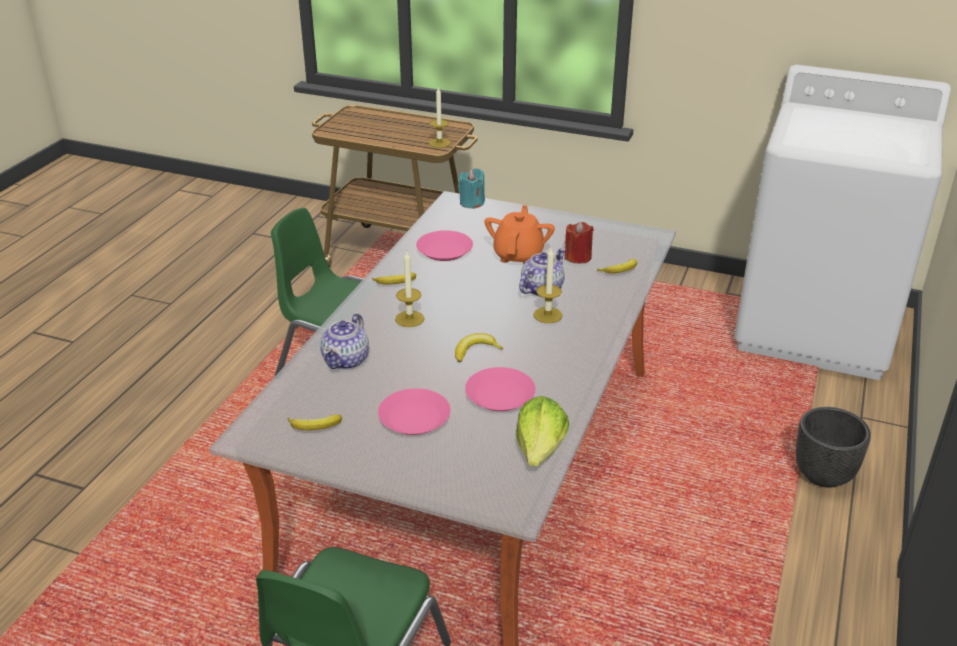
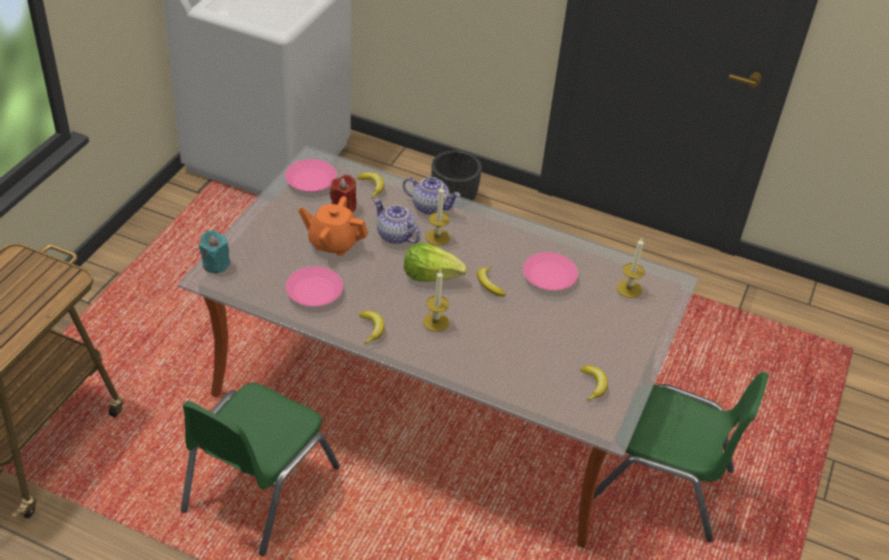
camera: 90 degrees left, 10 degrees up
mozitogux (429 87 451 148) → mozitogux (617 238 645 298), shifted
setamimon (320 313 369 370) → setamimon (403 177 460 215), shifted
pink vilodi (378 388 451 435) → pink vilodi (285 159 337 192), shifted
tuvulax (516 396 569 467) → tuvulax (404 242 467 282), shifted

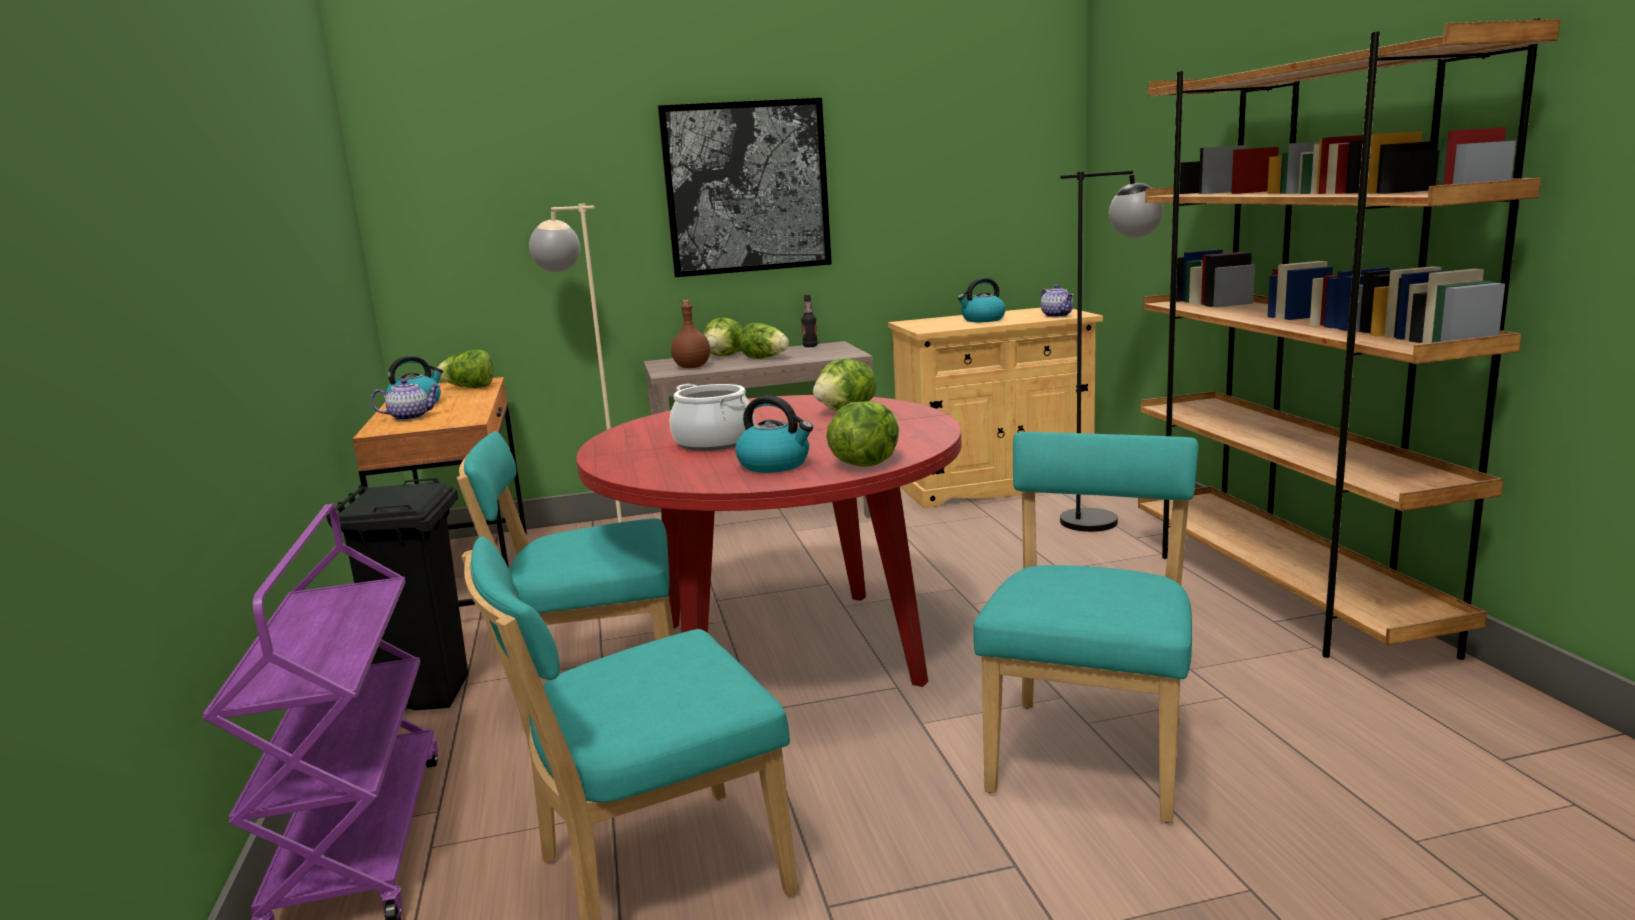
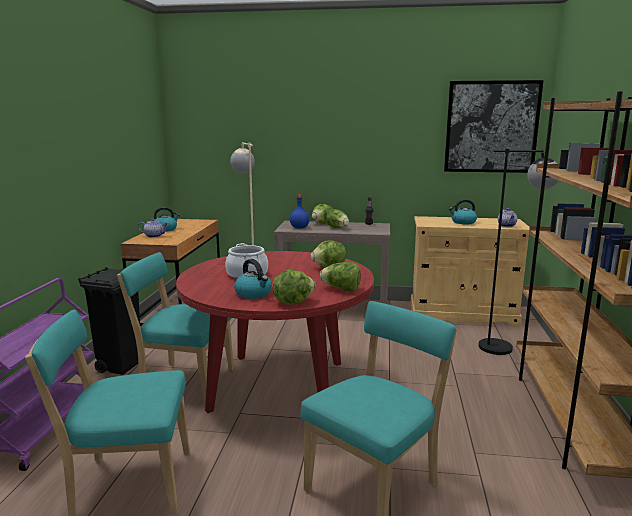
camera: 20 degrees right, 0 degrees up
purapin (658 98 832 277) → purapin (444 80 544 173), shifted
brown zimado (671 300 710 368) → blue zimado (290 194 309 229)
tuvulax (437 350 493 388) → tuvulax (320 262 361 291), shifted

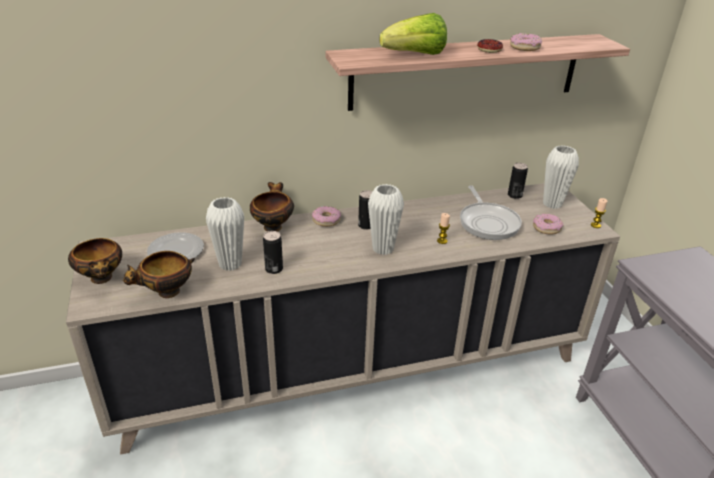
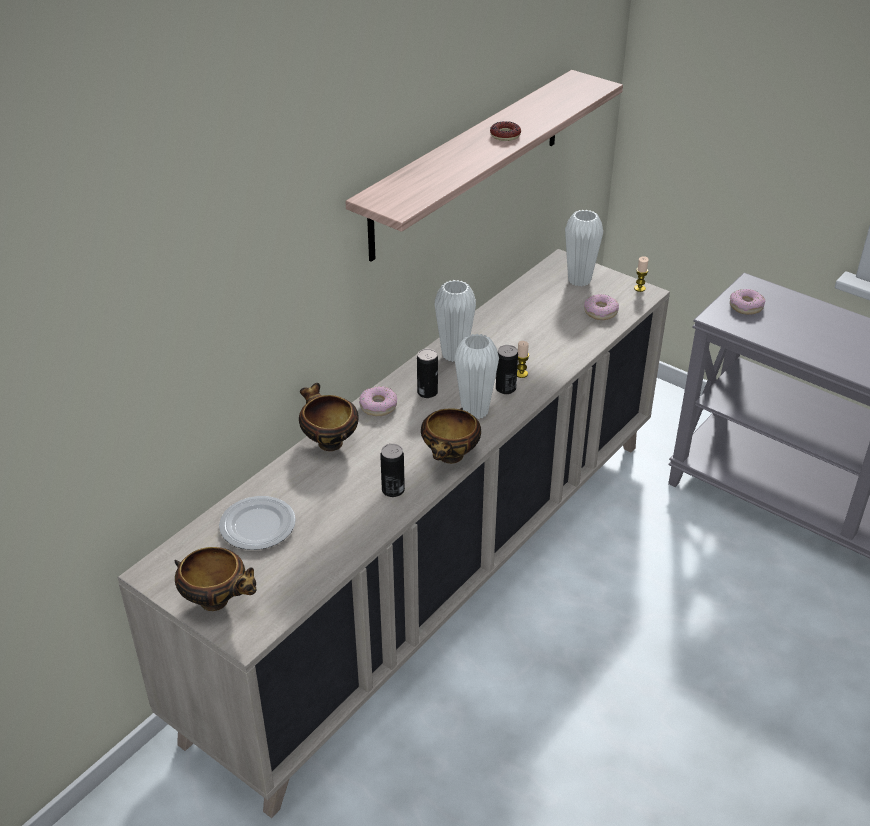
camera: 35 degrees left, 5 degrees up
tuvulax (380 13 447 55) → -
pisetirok (510 33 542 51) → pisetirok (730 289 765 315), shifted
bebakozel (508 163 528 199) → bebakozel (496 345 518 394), shifted
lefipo (460 185 522 240) → -
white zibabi (206 197 244 271) → white zibabi (434 280 476 362), shifted
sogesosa (123 251 195 298) → sogesosa (421 408 481 464), shifted

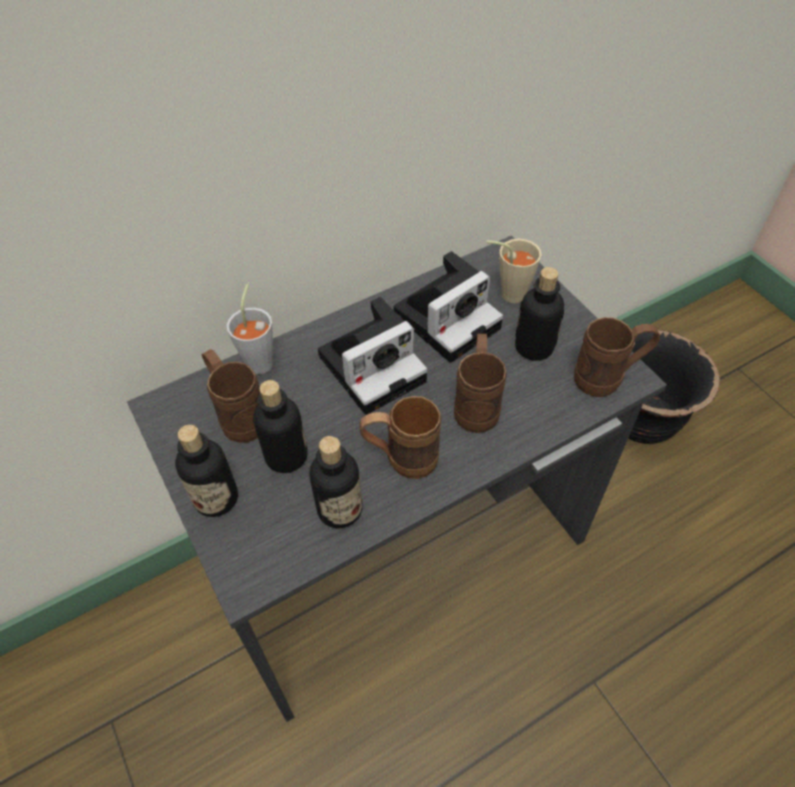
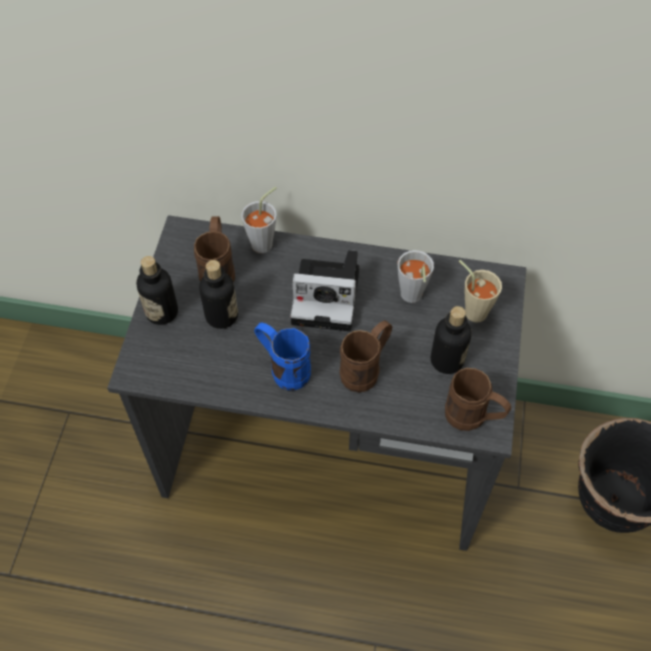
camera: 40 degrees right, 5 degrees up
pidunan (394 251 503 363) → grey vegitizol (398 250 434 303)
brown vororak (359 396 441 479) → blue vororak (254 323 311 390)
zimado (309 436 362 528) → -

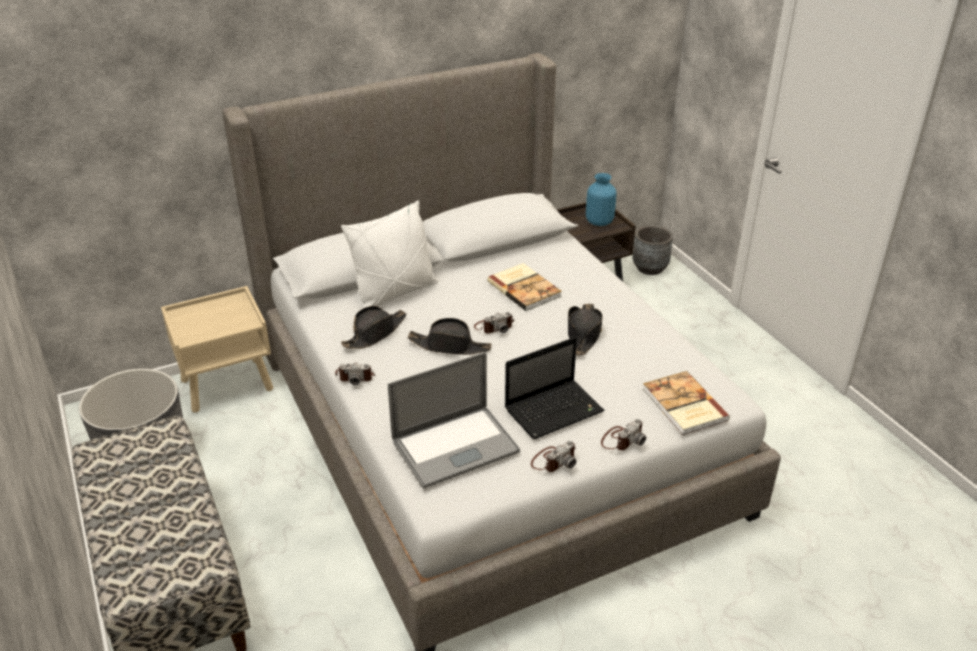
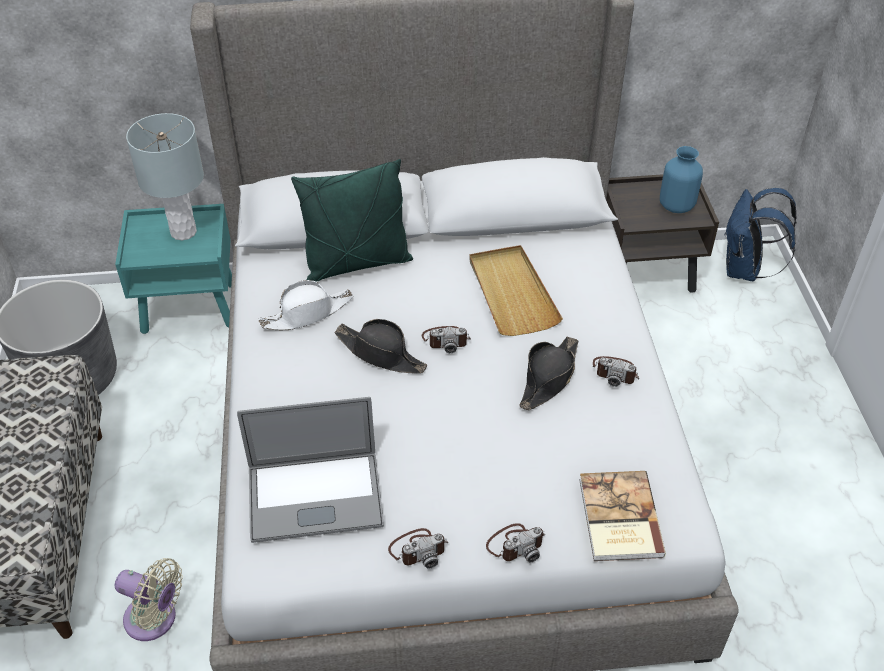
camera: 20 degrees right, 10 degrees up
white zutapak (341 200 438 309) → green zutapak (291 159 413 281)
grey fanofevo (632 225 673 275) → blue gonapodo (724 188 797 281)
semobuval (487 263 562 311) → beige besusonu (469 245 563 336)
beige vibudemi (161 286 273 413) → turquoise vibudemi (115 204 232 334)
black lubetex (341 306 406 349) → white lubetex (259 280 353 330)
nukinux (505 337 604 439) → -
pidunan (335 362 375 385) → pidunan (593 356 639 387), shifted
- → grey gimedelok (126 113 204 240)
- → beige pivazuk (115 558 183 641)

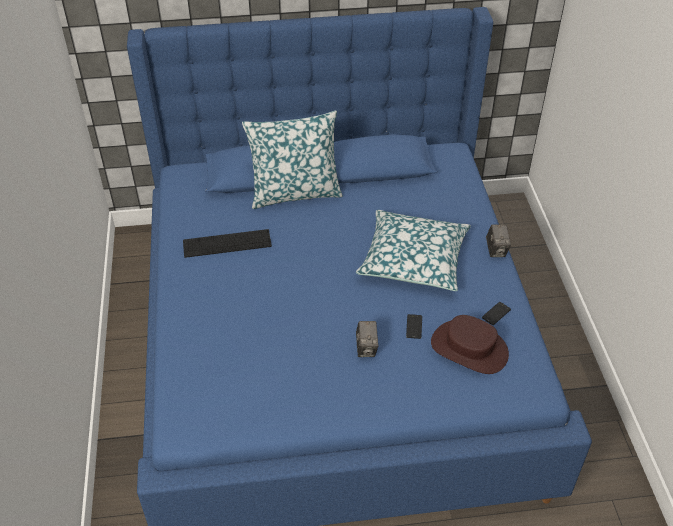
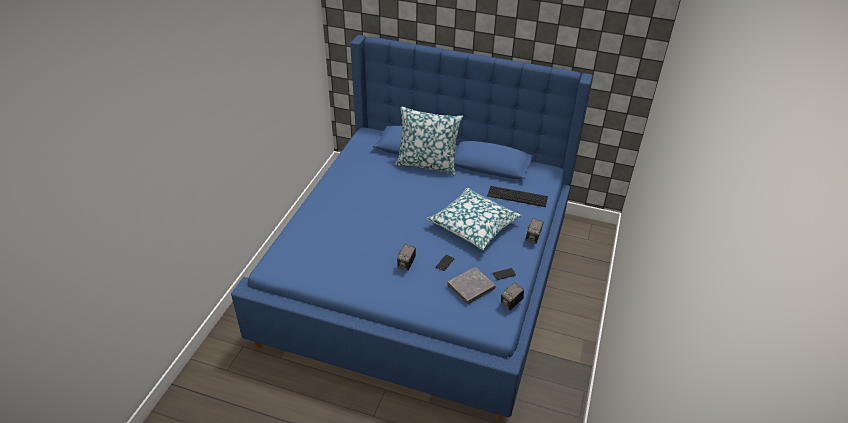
camera: 25 degrees right, 5 degrees down
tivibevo (183 229 272 258) → tivibevo (487 186 548 207), shifted
brown lubetex (431 315 509 374) → grey semobuval (447 267 495 304)
- → pidunan (501 282 524 310)

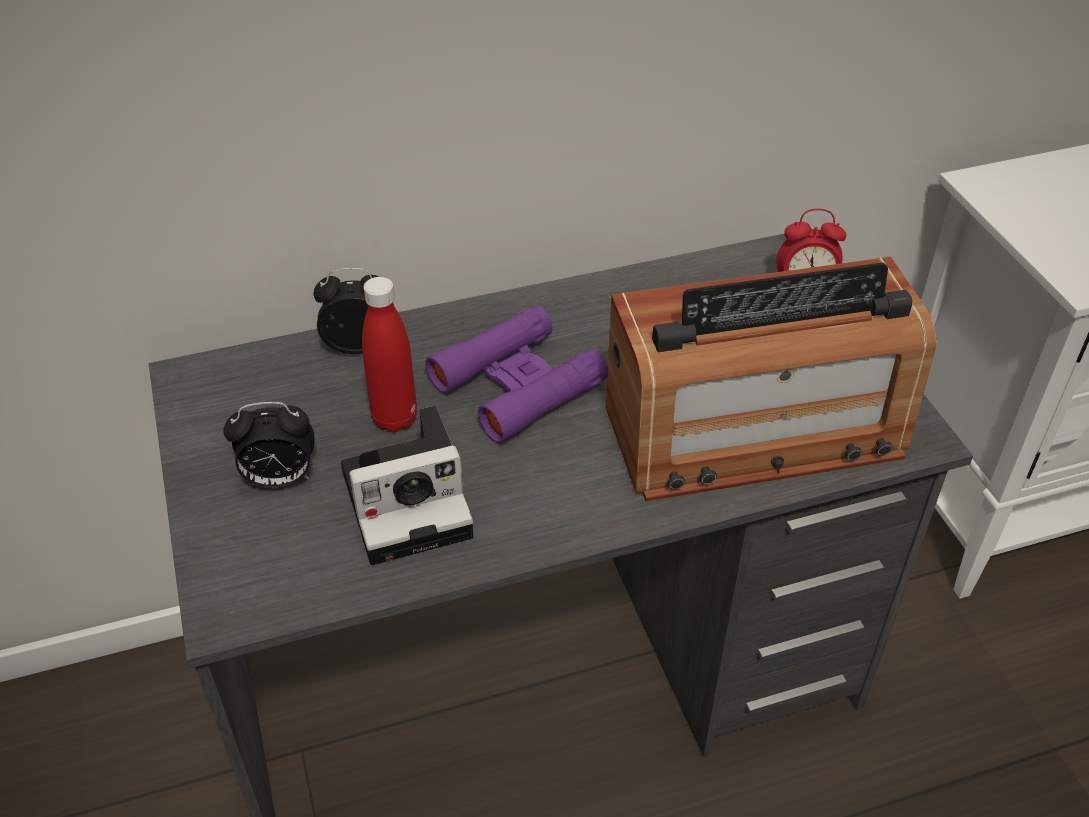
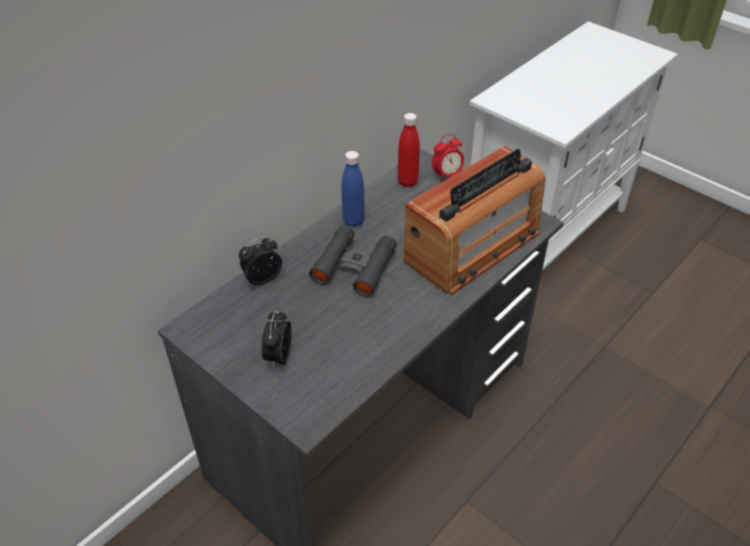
camera: 30 degrees left, 0 degrees up
red zimado (362 277 417 432) → red zimado (398 113 420 187), shifted
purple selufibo (425 305 608 443) → black selufibo (309 225 397 297)
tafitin (223 402 314 488) → tafitin (262 311 291 369), 135 degrees clockwise
pidunan (341 406 473 565) → -
- → blue zimado (341 151 365 227)

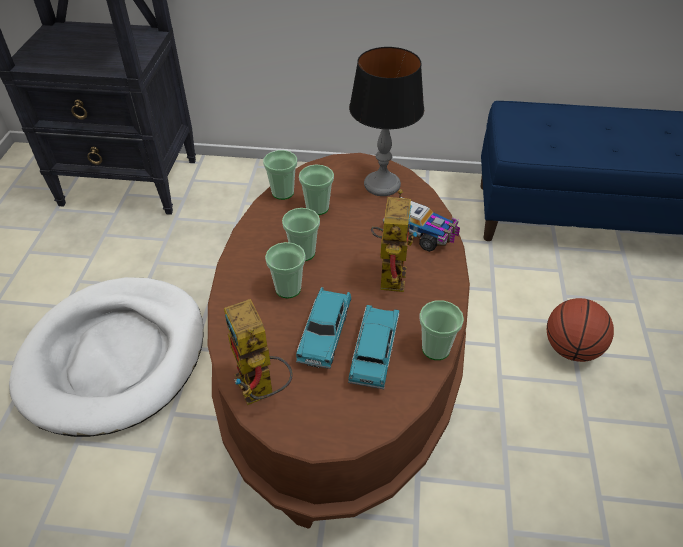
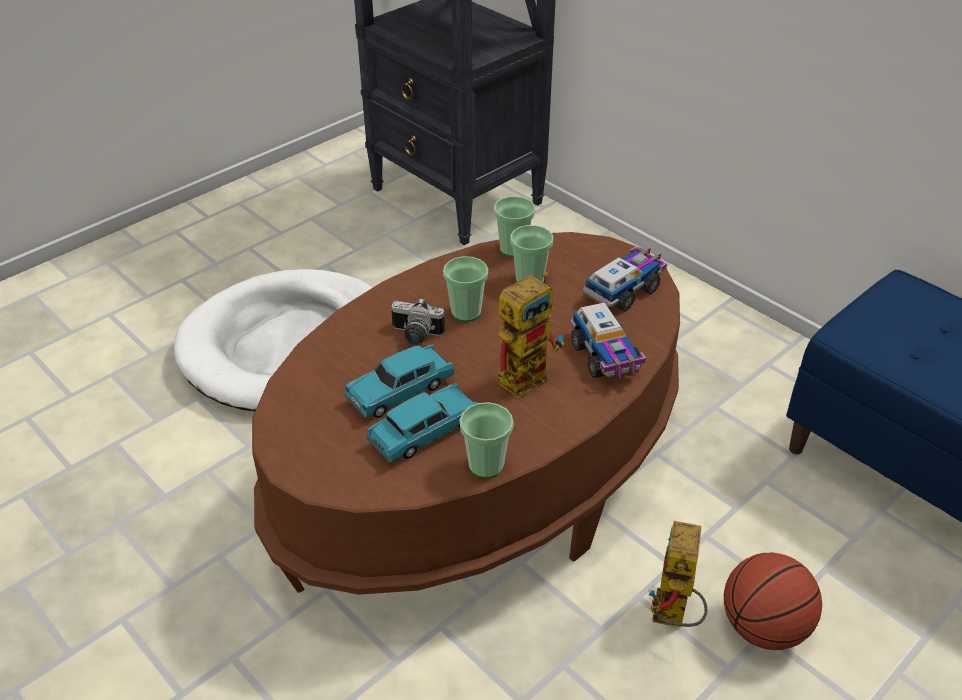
camera: 40 degrees right, 5 degrees down
gimedelok (349 47 424 196) → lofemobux (583 246 667 312)
vegitizol (265 242 306 299) → pidunan (391 298 445 345)
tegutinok (224 299 293 405) → tegutinok (649 521 708 628), shifted

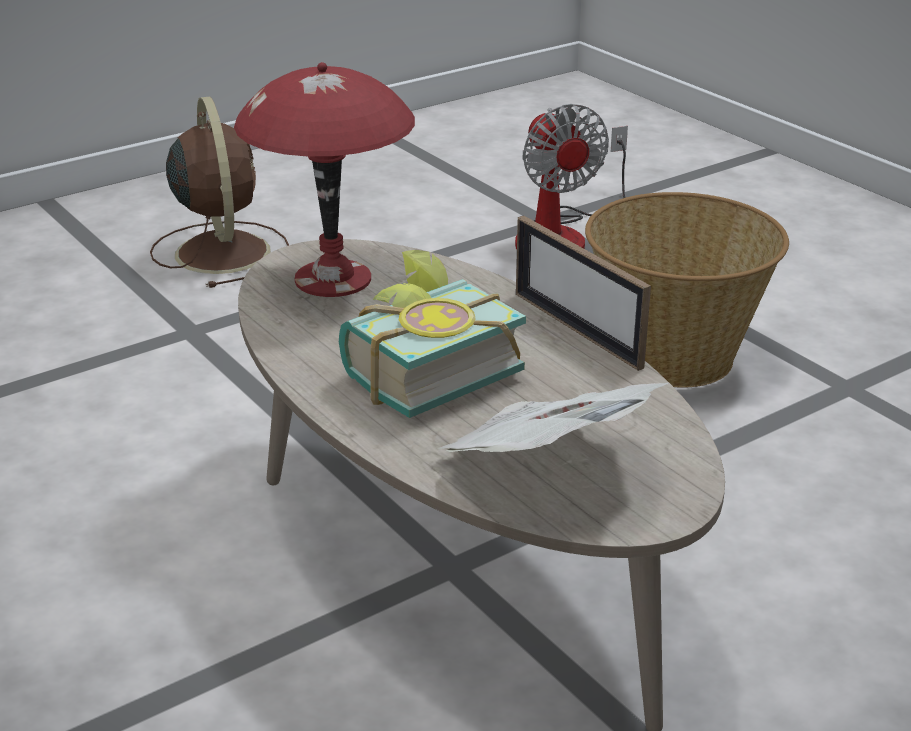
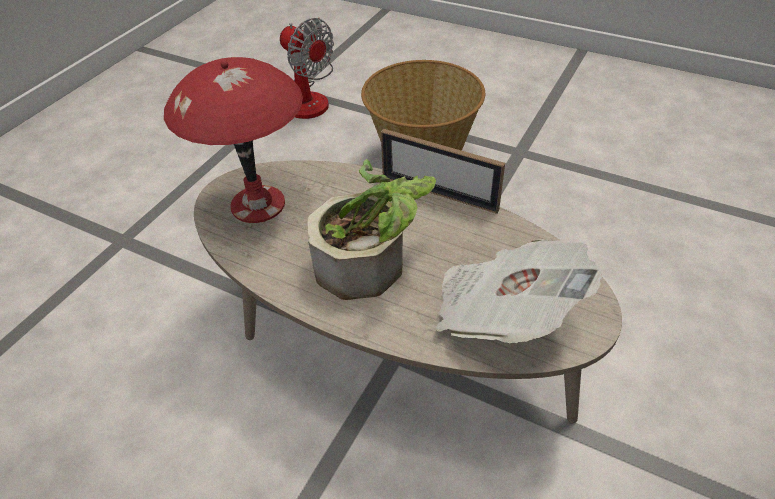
camera: 25 degrees left, 15 degrees up
brown pivazuk (150 96 289 288) → -
semobuval (339 250 526 418) → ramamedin (307 159 436 300)

